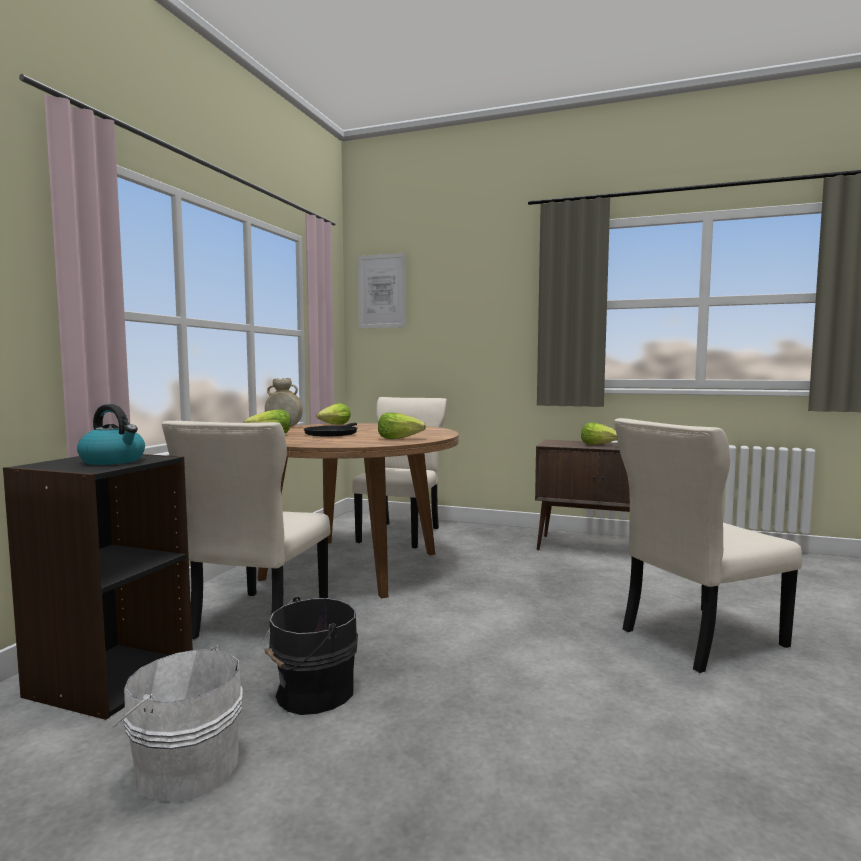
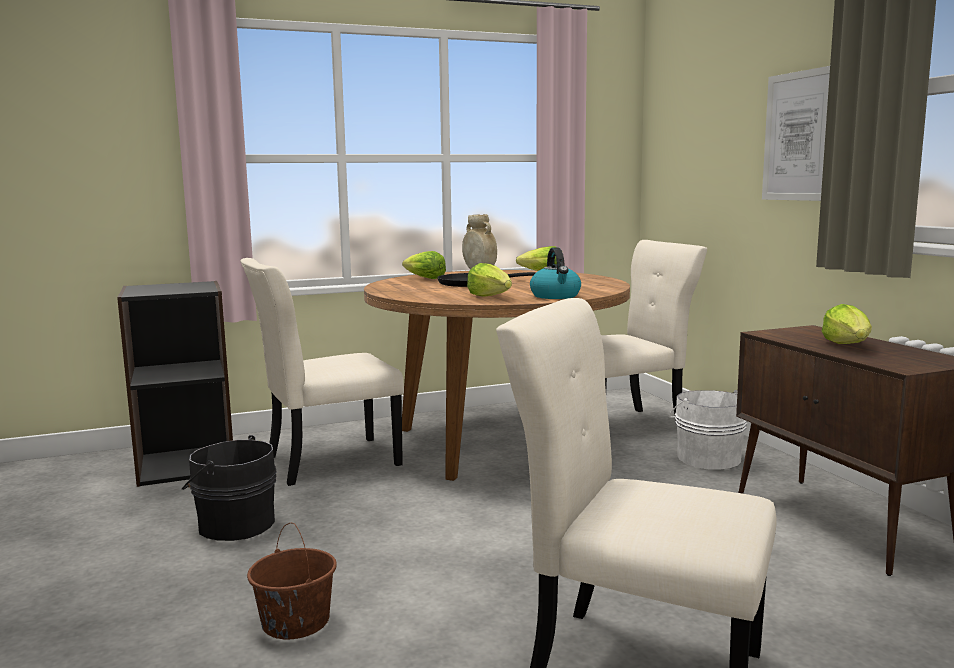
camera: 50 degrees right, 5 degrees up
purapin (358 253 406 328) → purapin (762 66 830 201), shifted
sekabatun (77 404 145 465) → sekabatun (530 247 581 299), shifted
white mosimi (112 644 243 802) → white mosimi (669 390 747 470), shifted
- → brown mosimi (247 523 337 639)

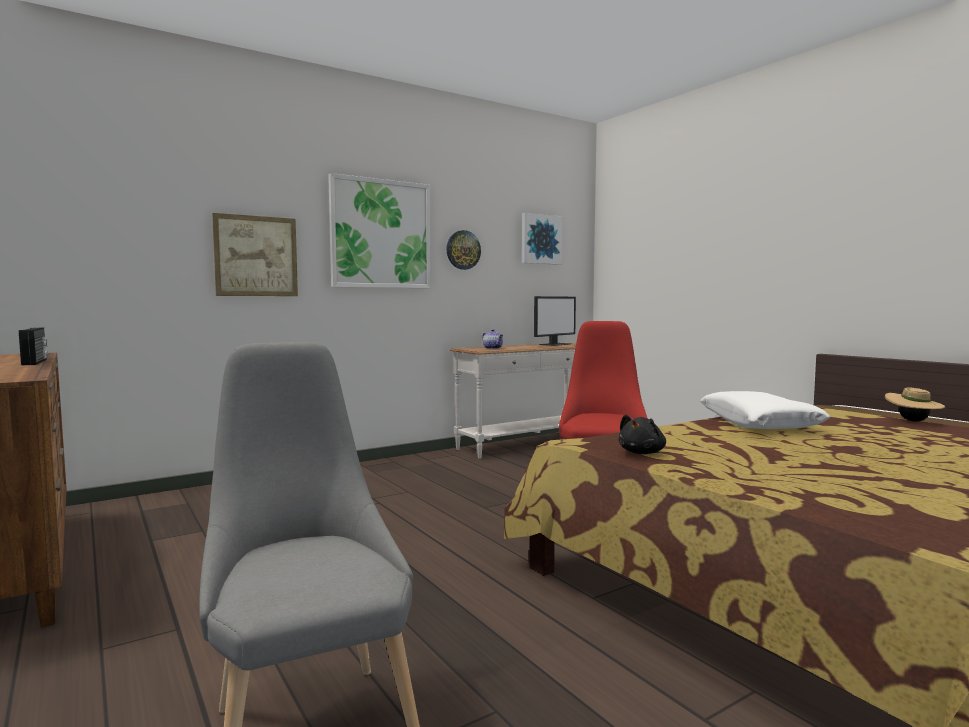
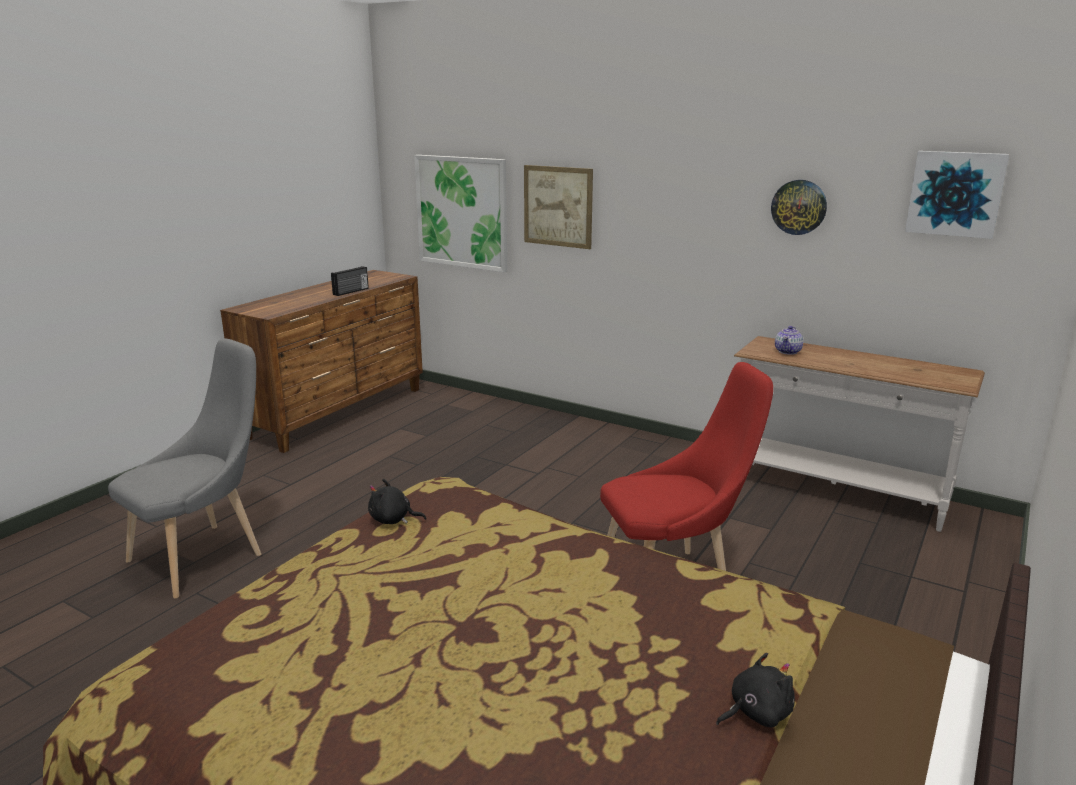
camera: 65 degrees right, 15 degrees up
purapin (328 173 431 288) → purapin (414 155 507 272), shifted
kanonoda (534 296 576 346) → -
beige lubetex (885 387 945 422) → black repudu (716 653 795 728)
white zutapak (700 391 831 429) → -

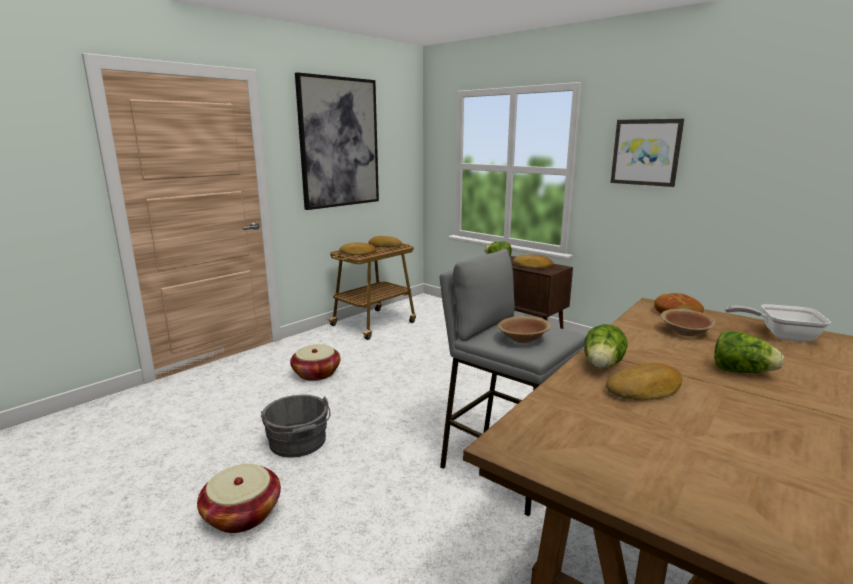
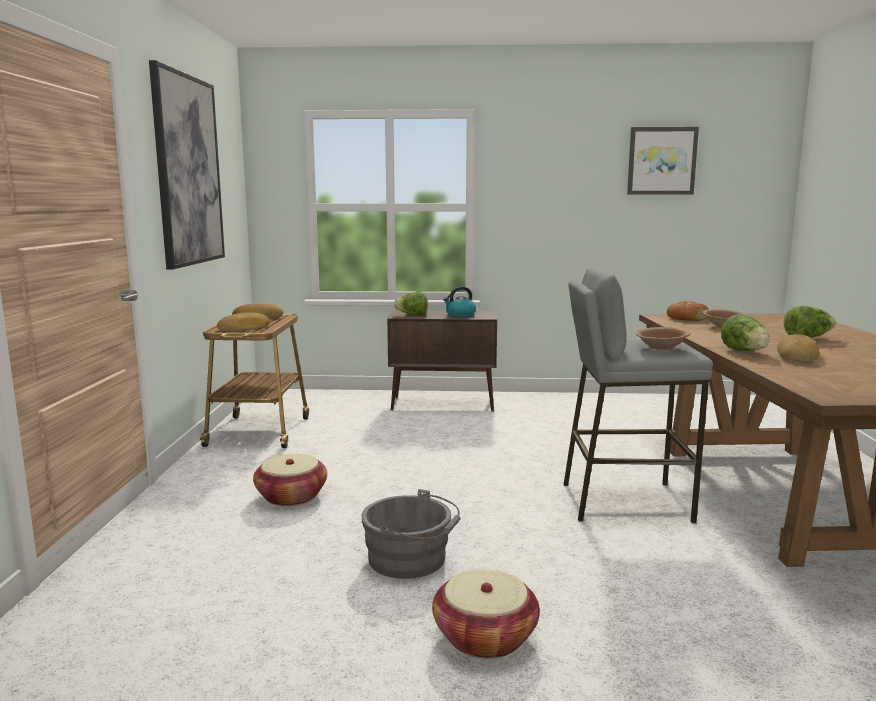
camera: 40 degrees left, 5 degrees down
purapin (611 119 684 187) → purapin (627 127 699 195), shifted
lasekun (513 254 553 268) → sekabatun (443 286 476 317)
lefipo (725 304 831 342) → -

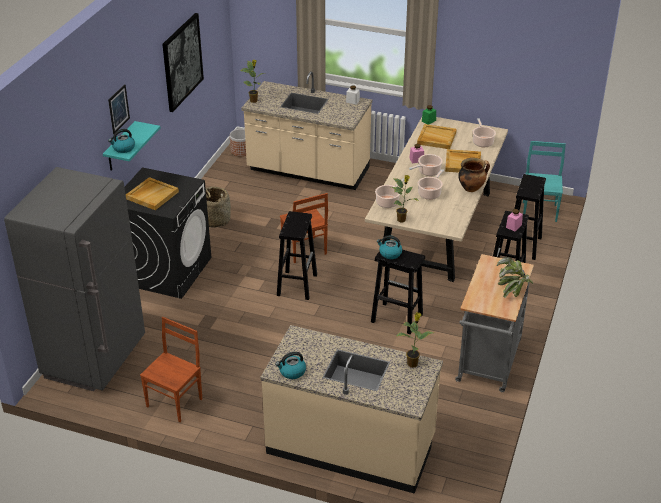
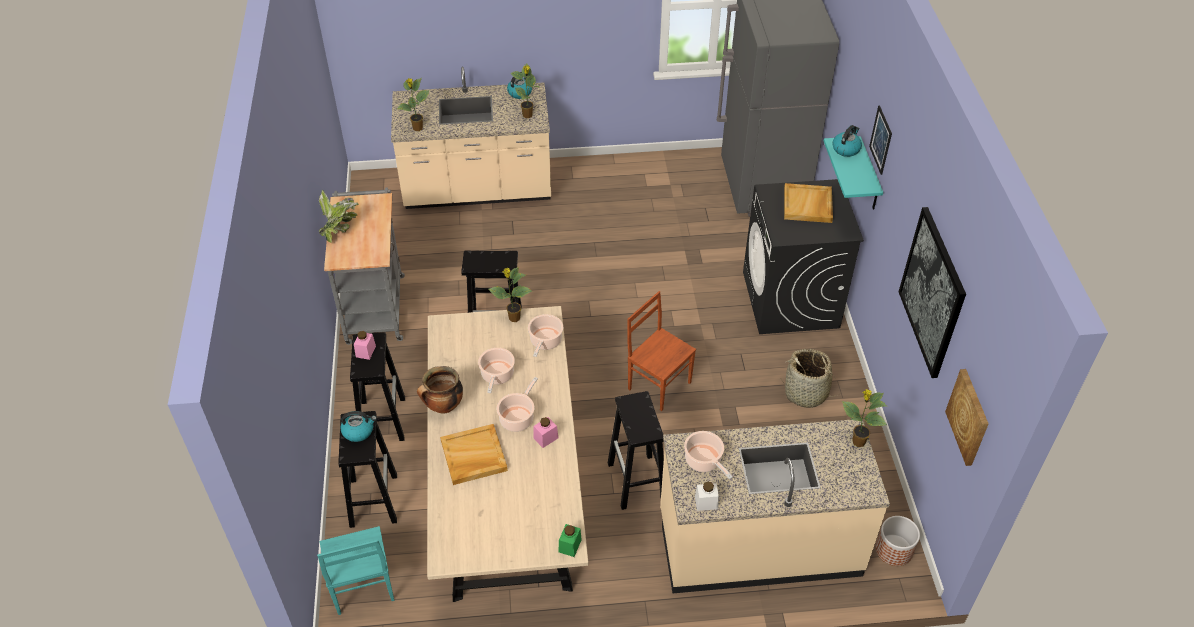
camera: 155 degrees right, 10 degrees up
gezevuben (472 118 496 147) → gezevuben (684 431 733 479), shifted
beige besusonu (417 124 457 149) → -
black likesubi (277 211 317 300) → black likesubi (608 391 664 510), shifted
sekabatun (377 235 402 259) → sekabatun (340 411 377 442), shifted
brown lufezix (140 317 202 422) → -
- → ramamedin (510 63 540 118)
- → purapin (945 369 989 466)

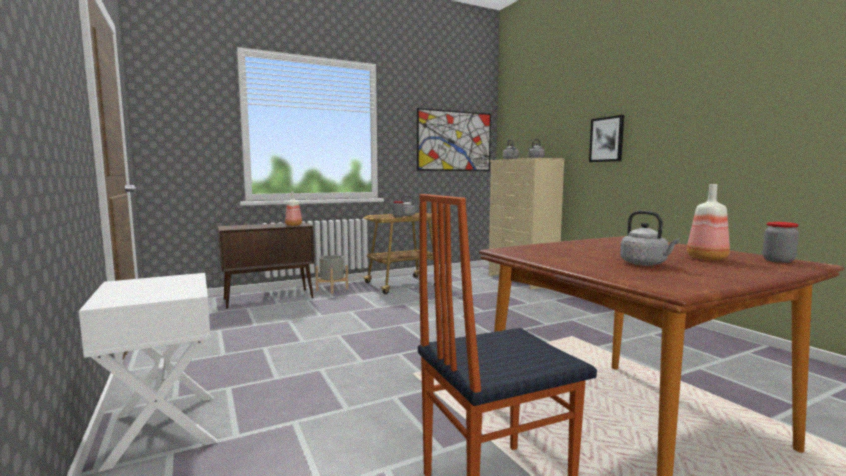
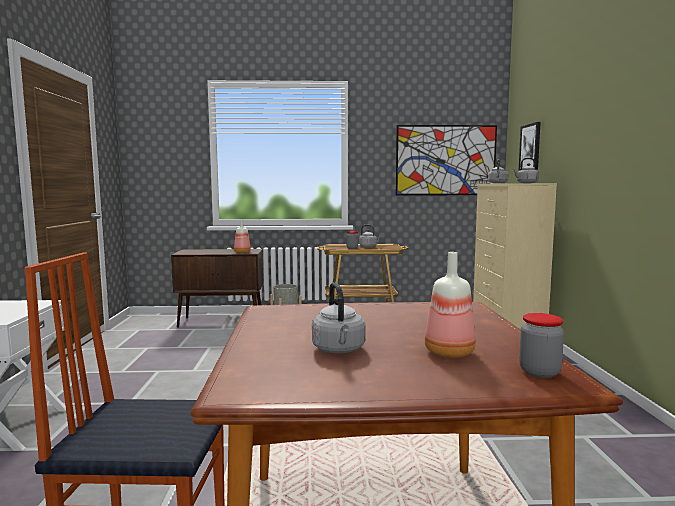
camera: 25 degrees right, 0 degrees up
purapin (589 115 624 162) → purapin (519 122 541 171), shifted

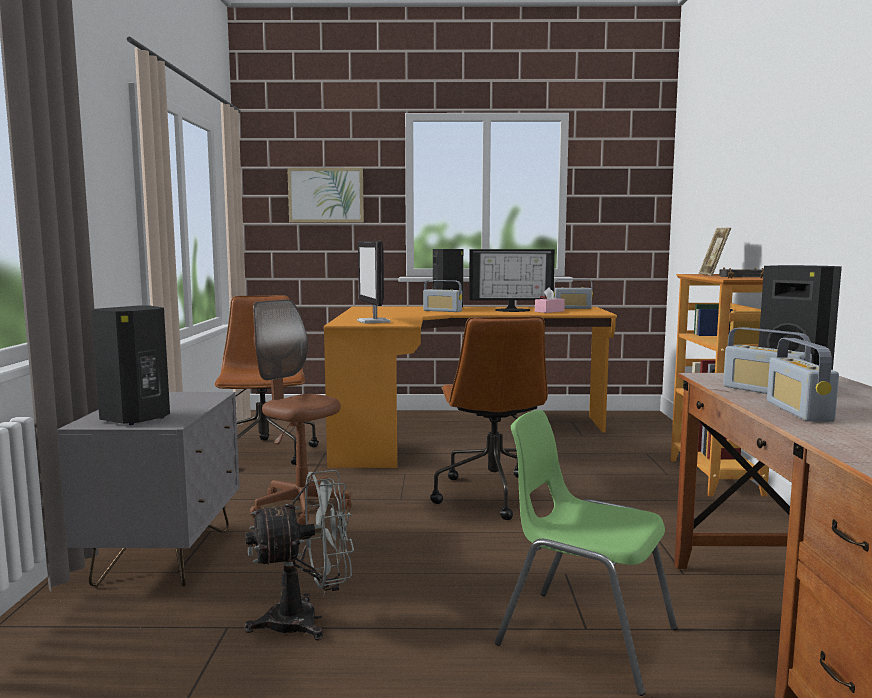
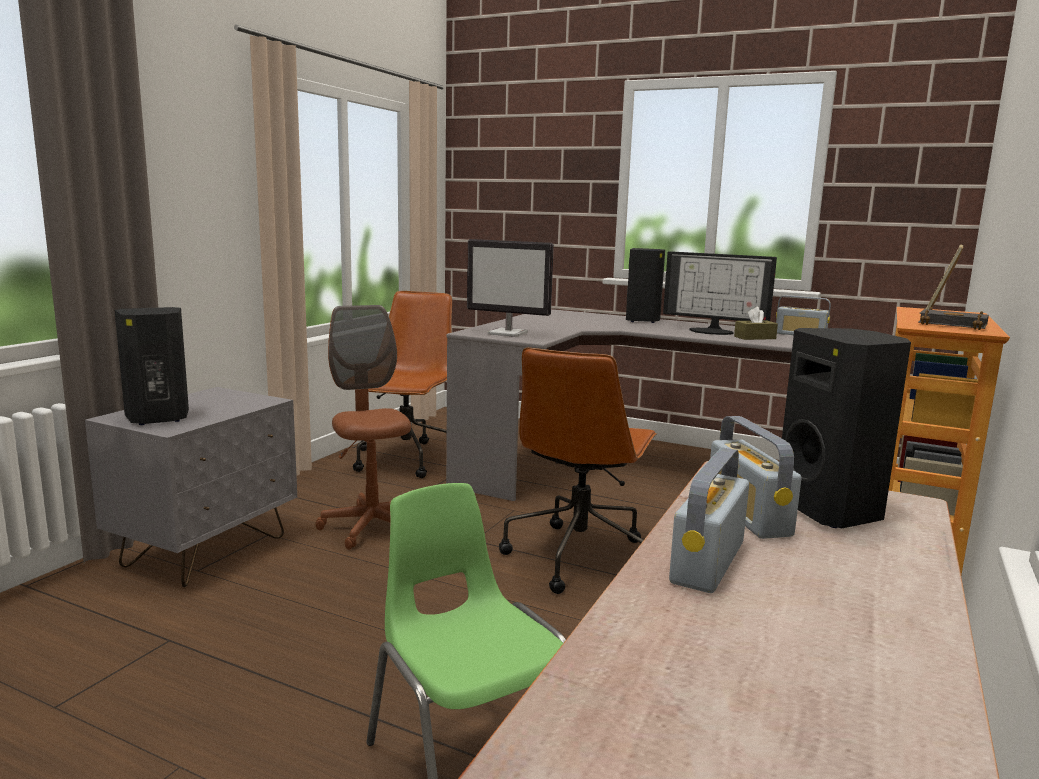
camera: 25 degrees right, 5 degrees up
purapin (287 168 364 223) → -
kanonoda (357 241 391 324) → kanonoda (467 239 554 337), 75 degrees counterclockwise
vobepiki (423 280 462 312) → -
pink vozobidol (535 287 565 313) → brown vozobidol (734 307 778 340)
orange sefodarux (324 307 617 468) → grey sefodarux (446 309 794 501)
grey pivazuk (245 470 354 640) → -

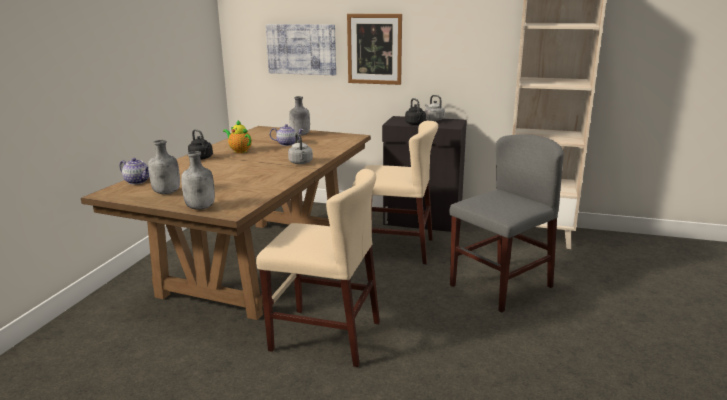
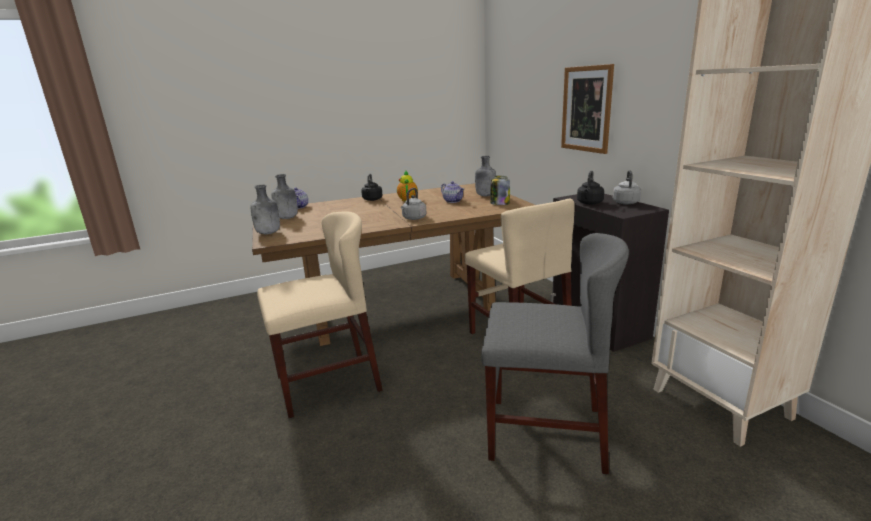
camera: 50 degrees right, 0 degrees up
purapin (266 24 336 75) → -
beige lufezix (256 169 380 367) → beige lufezix (257 211 383 418), 90 degrees counterclockwise
- → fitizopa (490 176 510 205)

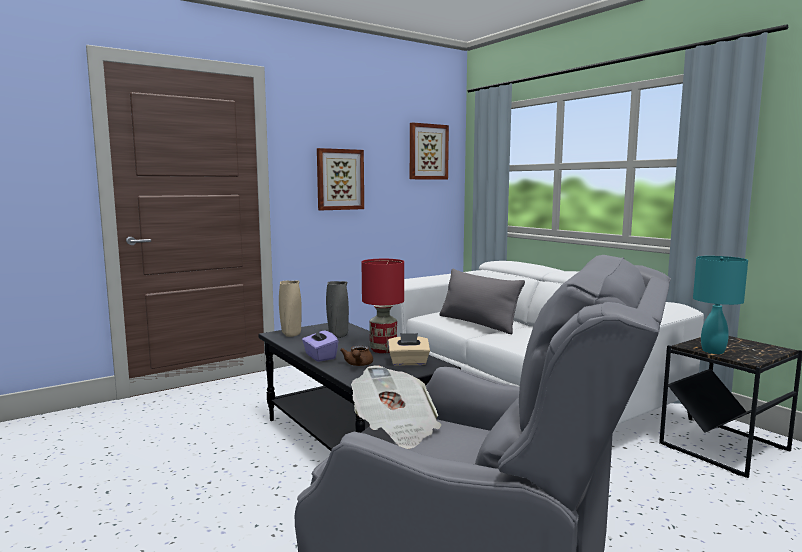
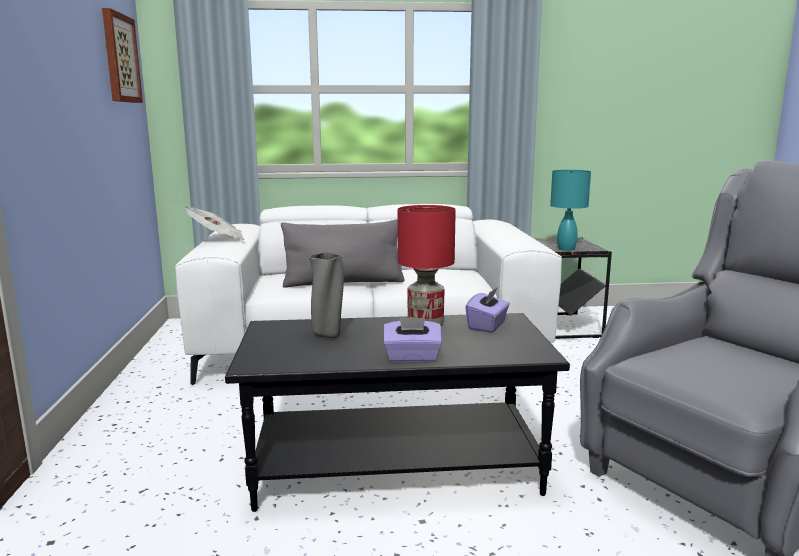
camera: 60 degrees left, 5 degrees up
purapin (317 148 364 210) → -
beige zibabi (279 281 302 337) → -
beige vozobidol (388 333 430 366) → purple vozobidol (465 287 510 333)
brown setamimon (340 345 373 366) → -
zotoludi (351 365 441 449) → zotoludi (183 206 245 240), shifted

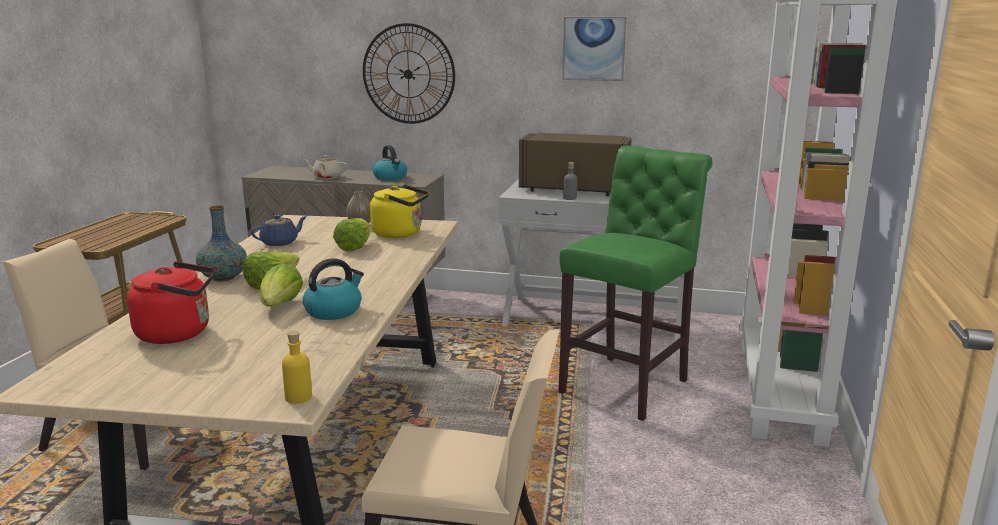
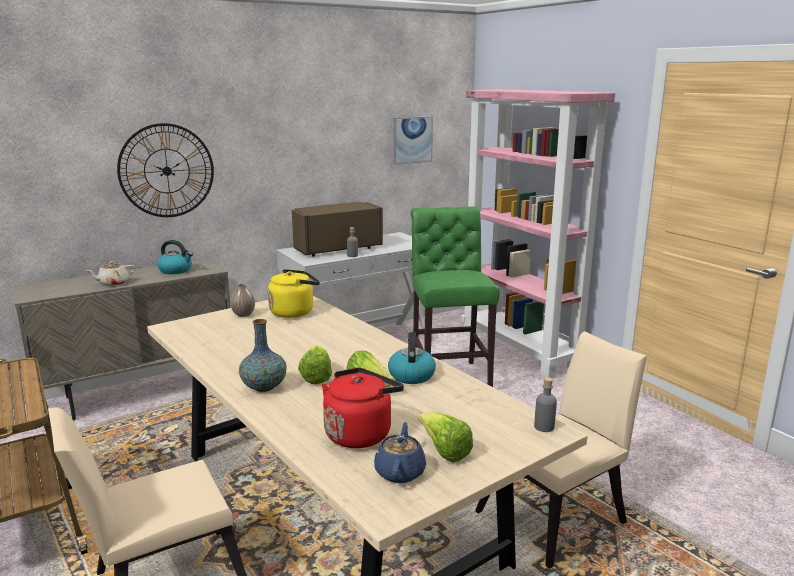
camera: 45 degrees left, 0 degrees up
purapin (563 17 626 81) → purapin (393 116 433 165), shifted
blue setamimon (250 215 307 246) → blue setamimon (374 422 426 483), shifted
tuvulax (333 218 370 251) → tuvulax (418 412 473 463), shifted
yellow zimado (282 331 312 404) → grey zimado (534 377 557 432)

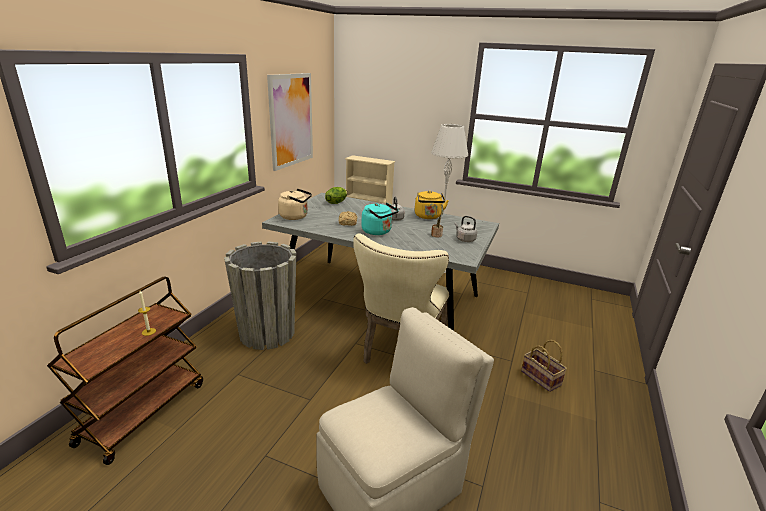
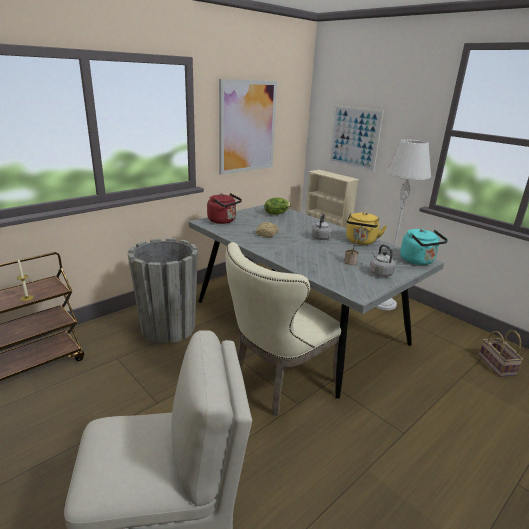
camera: 25 degrees right, 0 degrees up
beige sekabatun (278 188 312 220) → red sekabatun (207 193 242 224)
turquoise sekabatun (361 203 399 235) → turquoise sekabatun (400 229 448 265), shifted
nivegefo (521 340 567 392) → nivegefo (479 330 523 377), shifted
- → purapin (329 105 384 172)

